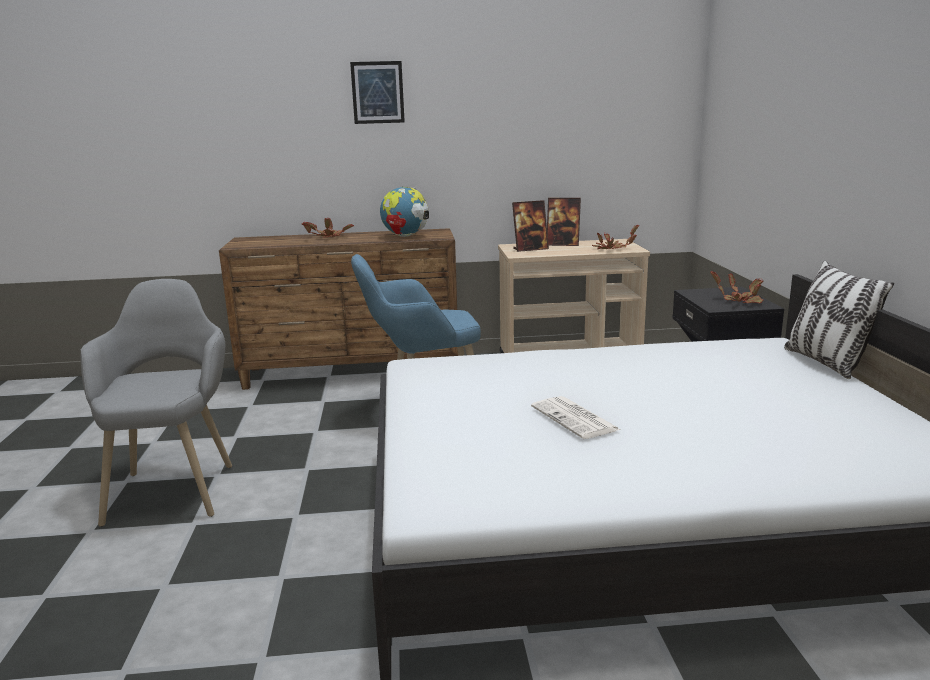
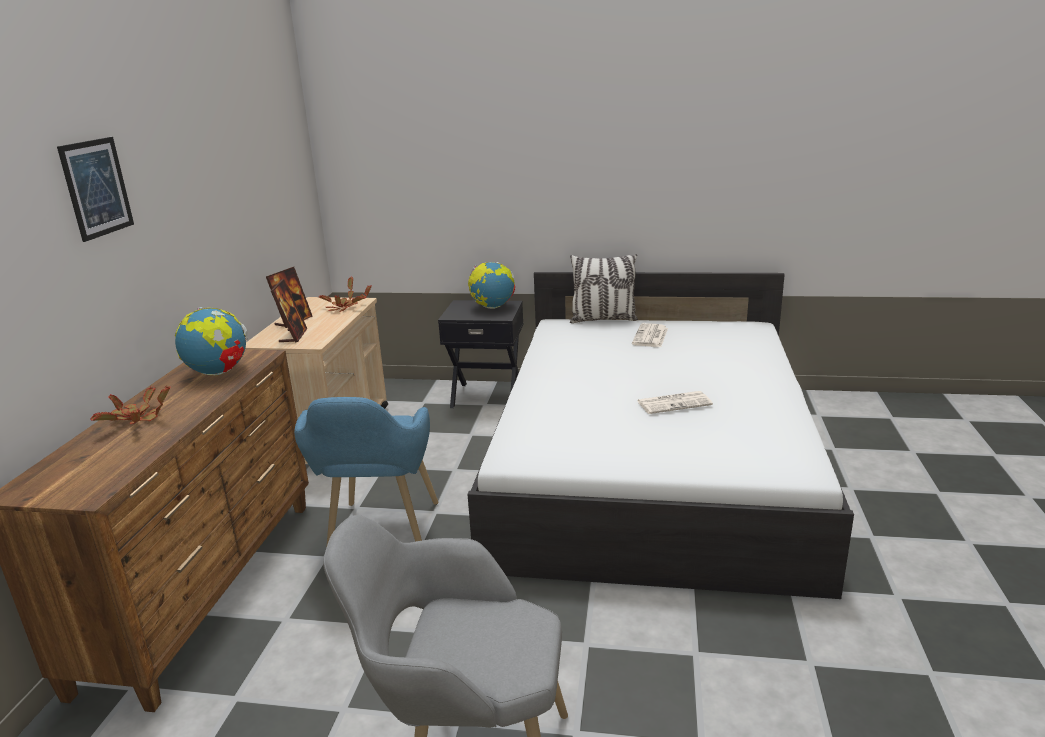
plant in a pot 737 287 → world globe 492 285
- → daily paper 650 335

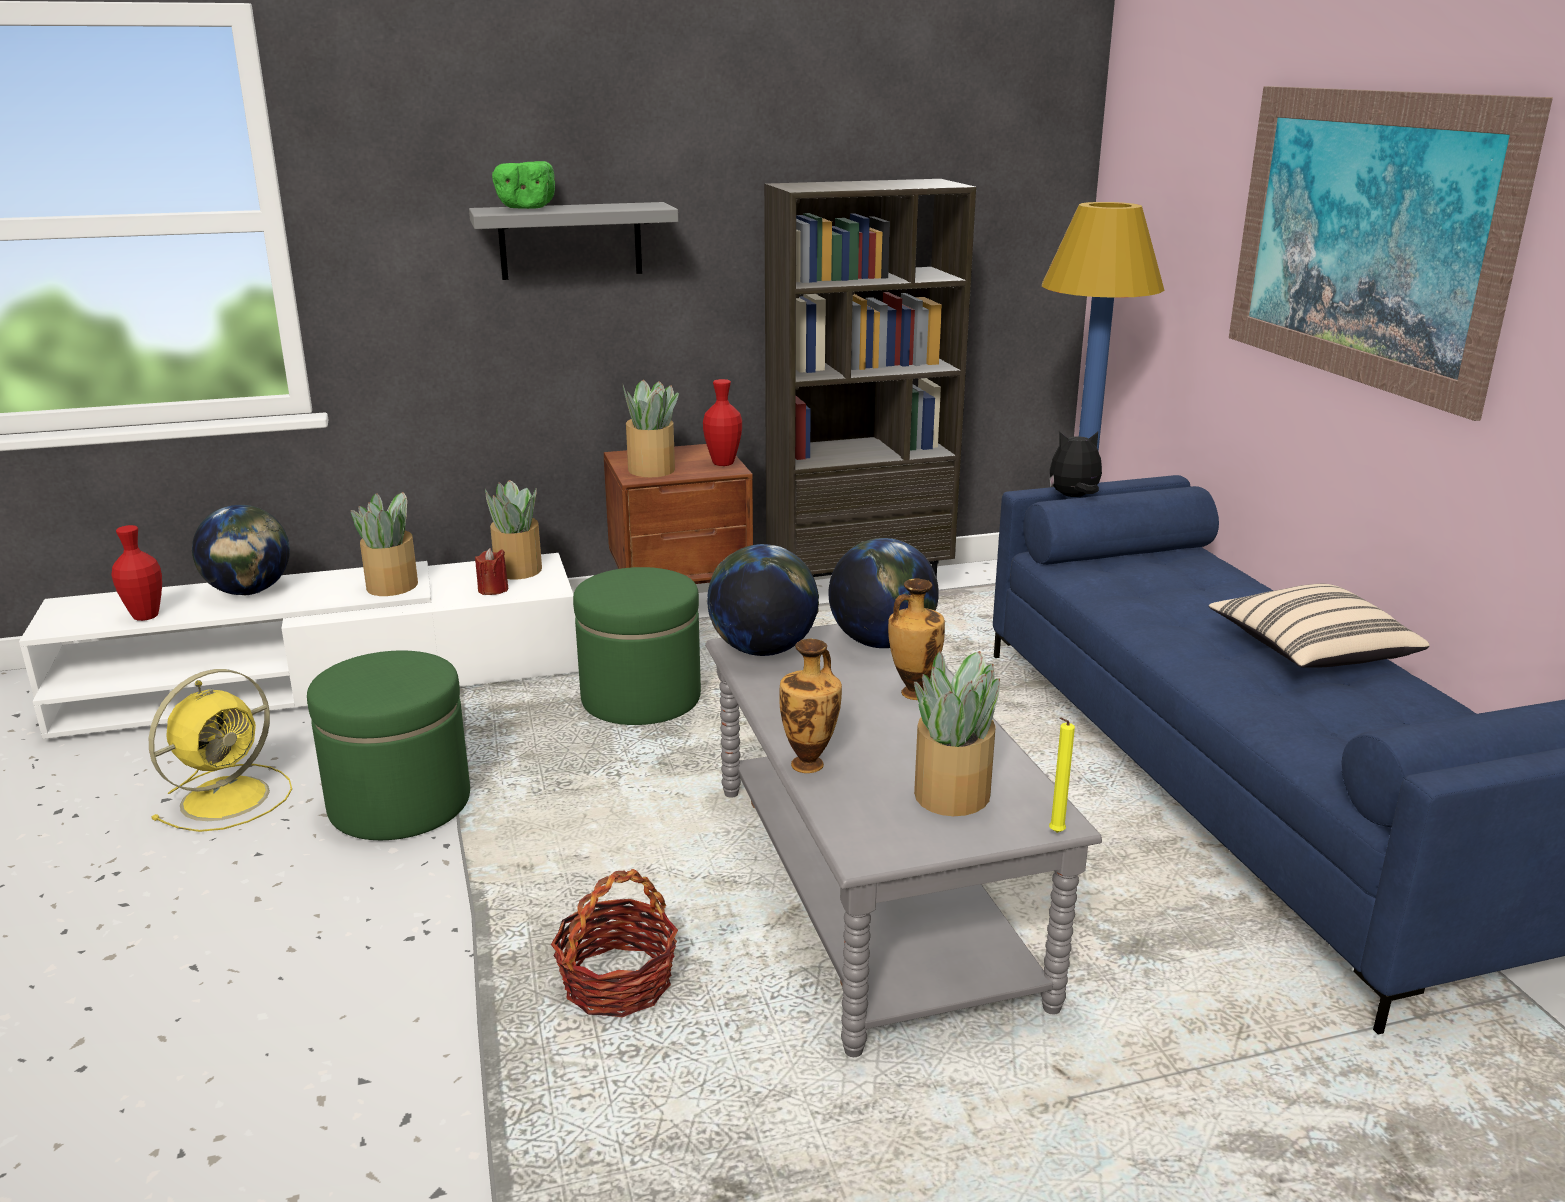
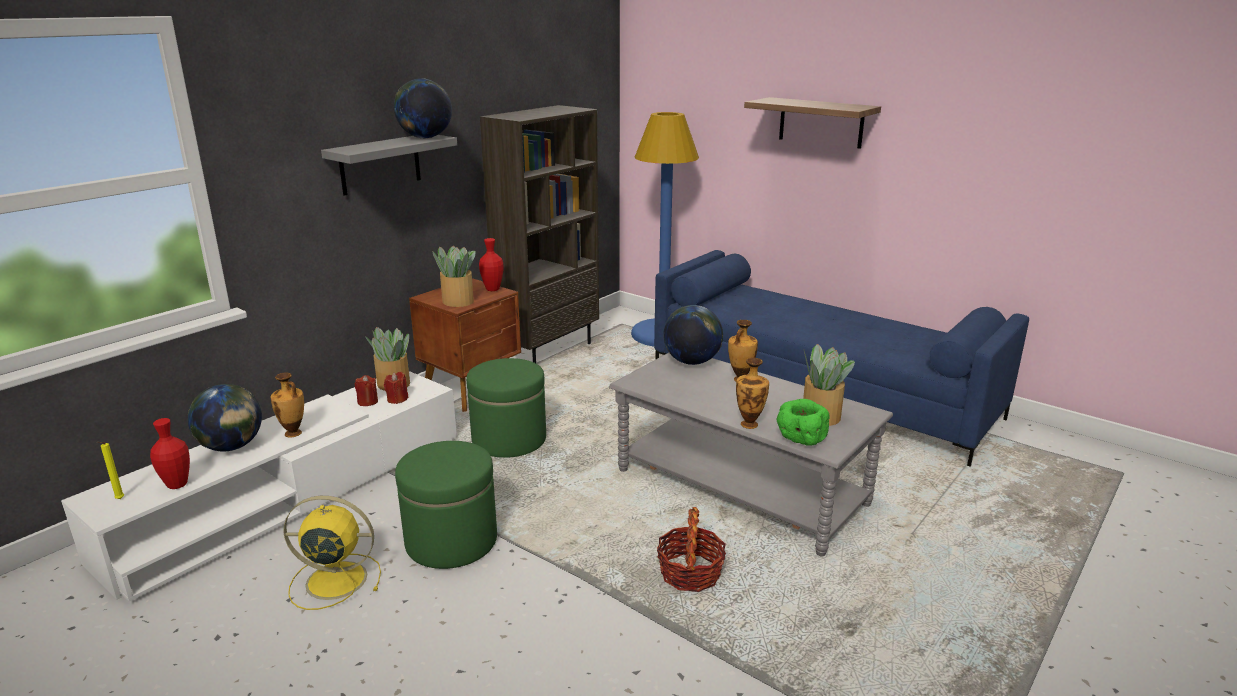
yellow-coloured cooling fan 220 750 → yellow-coloured cooling fan 332 553, 90 degrees counterclockwise
plant in a pot 384 544 → -
green serving bowl 523 185 → green serving bowl 803 422, shifted
world globe 763 600 → world globe 423 108, shifted
soft toy 1075 464 → -
yellow-coloured wax candle 1062 775 → yellow-coloured wax candle 111 470, shifted
beige throw pillow 1319 626 → -
wall picture 1391 253 → wall shelf 812 123
- → vase 287 405
- → red-coloured wax candle 366 390

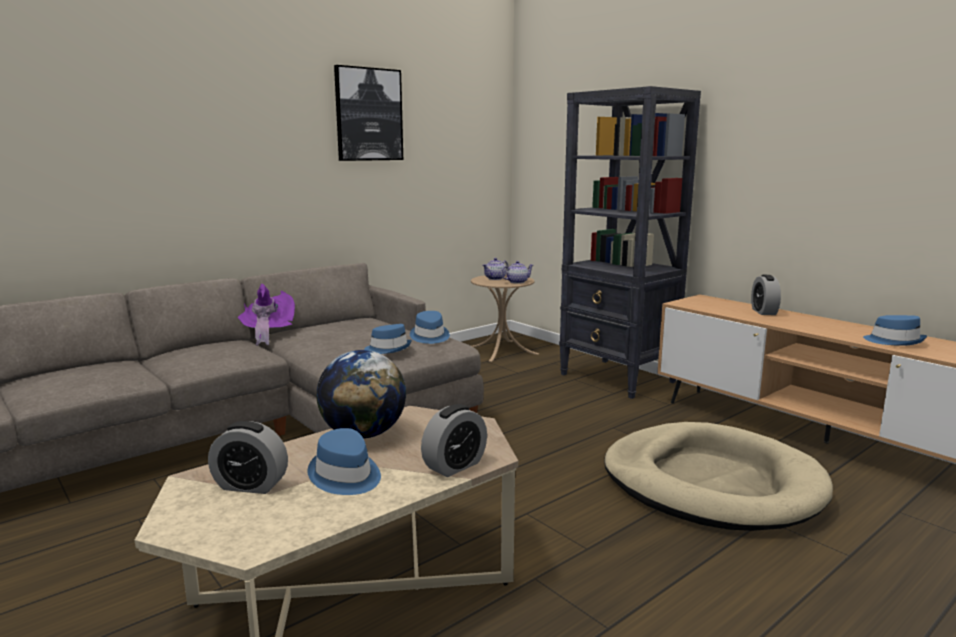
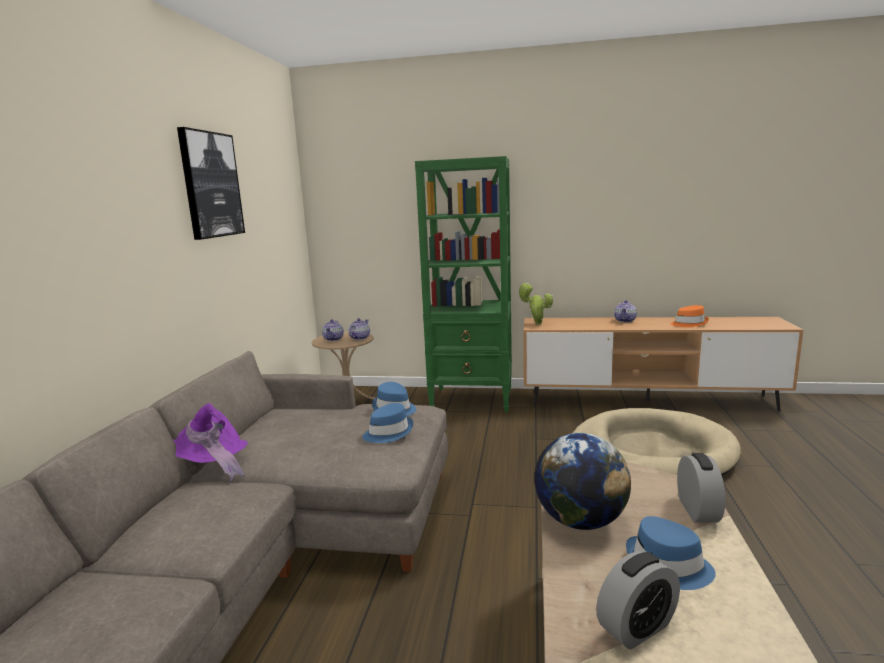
blackish bookcase 630 242 → green bookcase 463 284
alarm clock 766 295 → -
blue clothing hat 895 330 → orangey clothing hat 689 316
- → plant in a pot 535 304
- → pot for tea 625 311

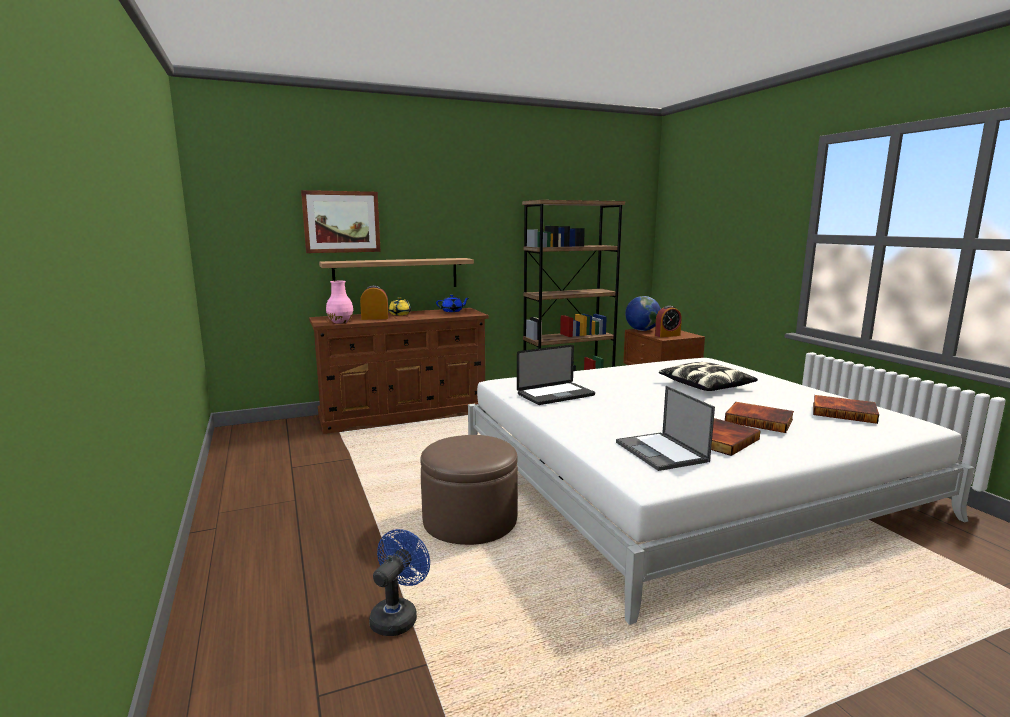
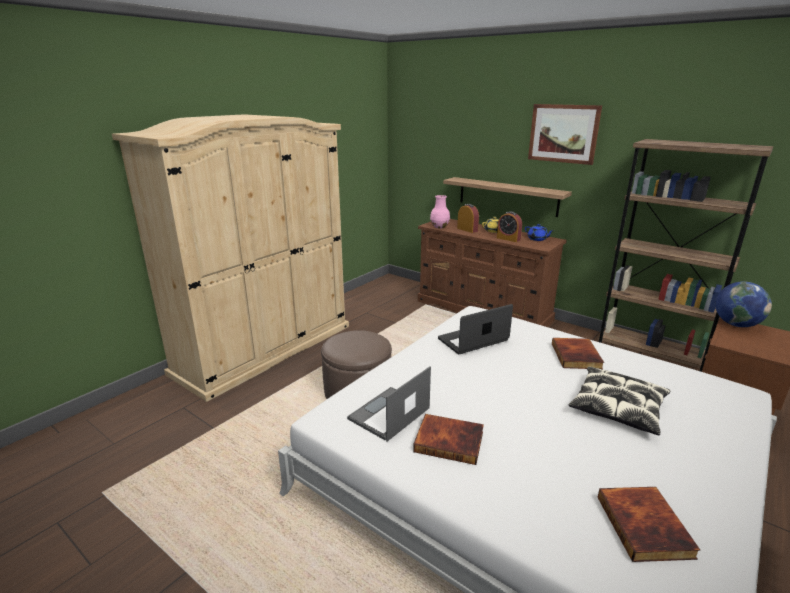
wall picture 341 221 → wall picture 565 134, shifted
blue cooling fan 399 582 → -
portable computer 556 375 → portable computer 475 329, 120 degrees clockwise
alarm clock 668 321 → alarm clock 509 226, shifted
volume 759 417 → volume 578 353, shifted
- → beige clothes cupboard 230 258

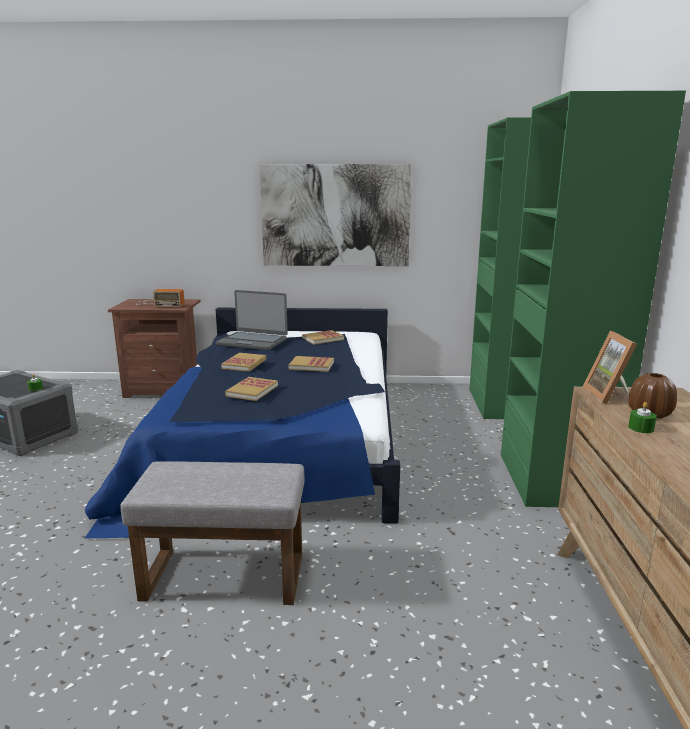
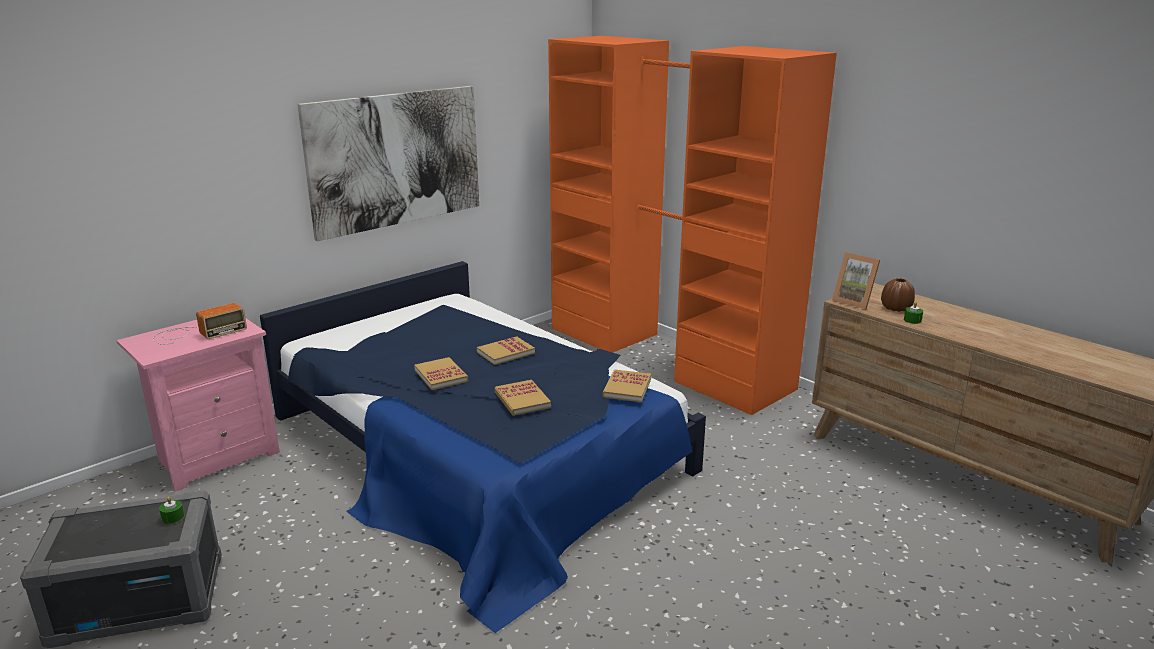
brown-coloured nightstand 154 348 → pink nightstand 198 405
grey ottoman 212 533 → -
portable computer 252 320 → -
volume 323 337 → volume 626 386, shifted
green clothes cupboard 577 299 → orangey clothes cupboard 692 225

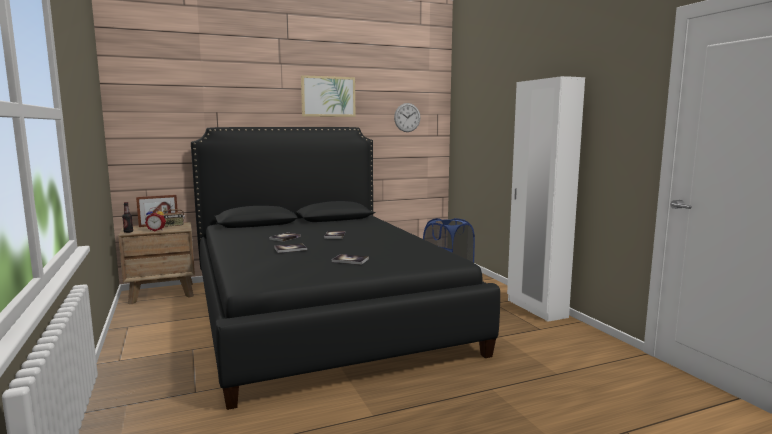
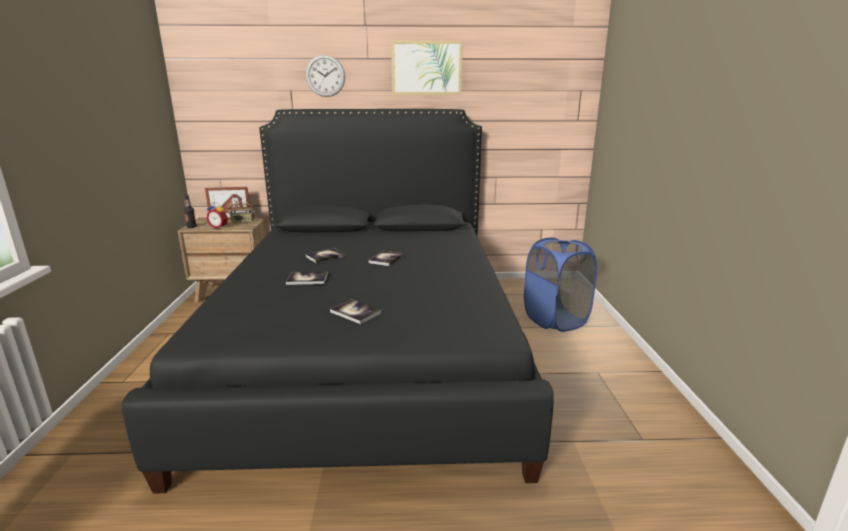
wall clock 407 117 → wall clock 325 76, shifted
white clothes cupboard 546 199 → -

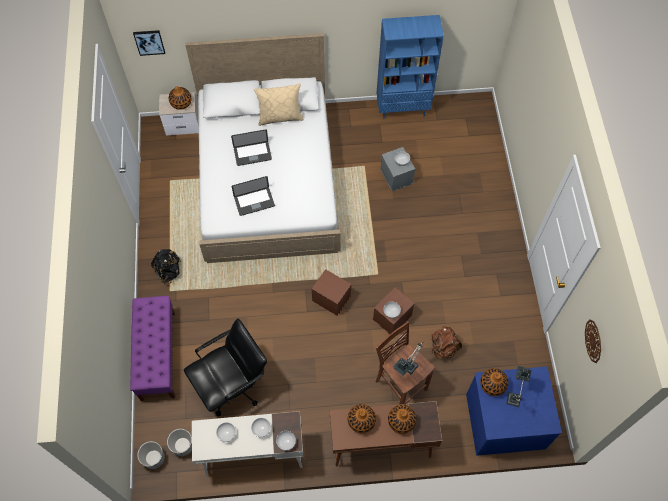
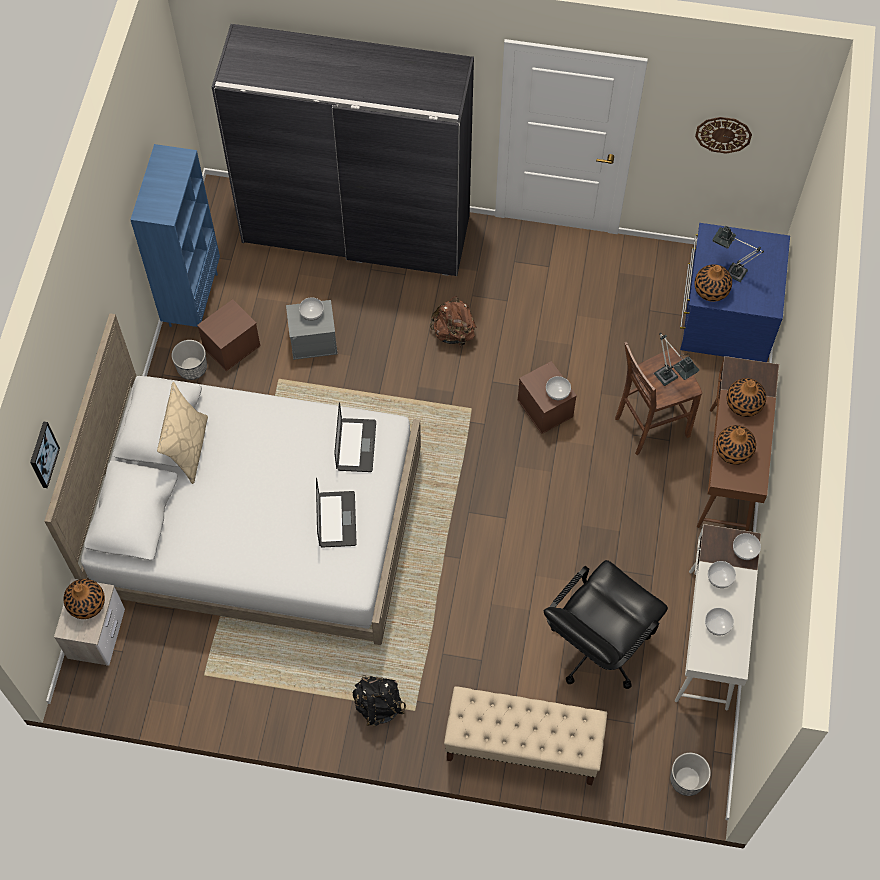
purple-coloured long seat 152 348 → beige long seat 525 735
wall picture 149 43 → wall picture 45 454, shifted
plant pot 179 443 → plant pot 189 360, shifted
blackish computer chair 225 367 → blackish computer chair 606 624, 120 degrees counterclockwise
portable computer 251 147 → portable computer 355 437, shifted
brown-coloured storage box 332 292 → brown-coloured storage box 229 335, shifted
brown-coloured knapsack 447 342 → brown-coloured knapsack 453 321, shifted
- → grey clothes cupboard 343 150

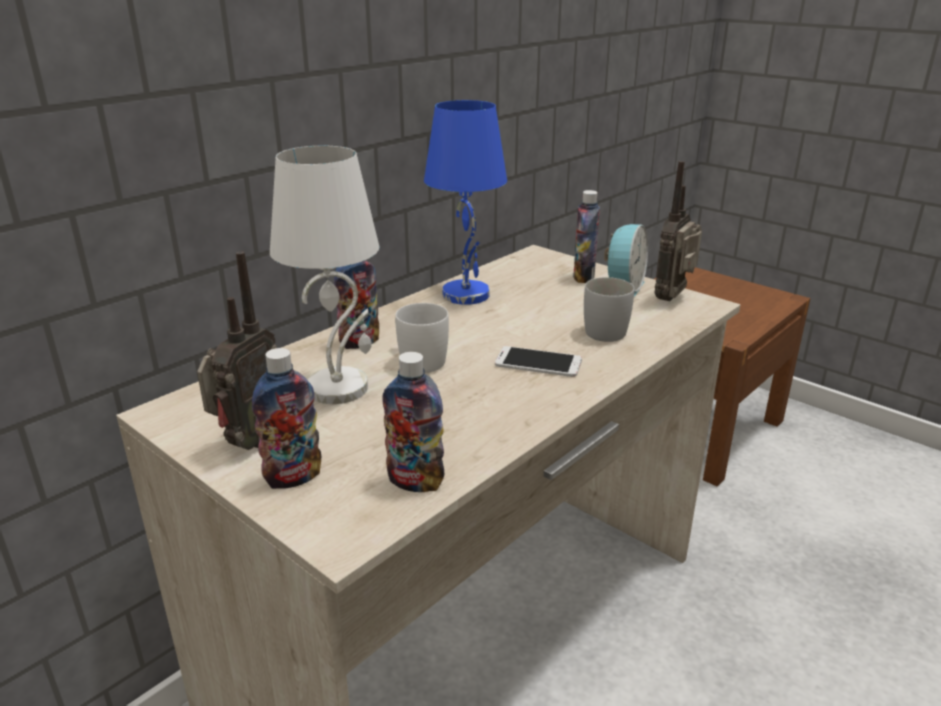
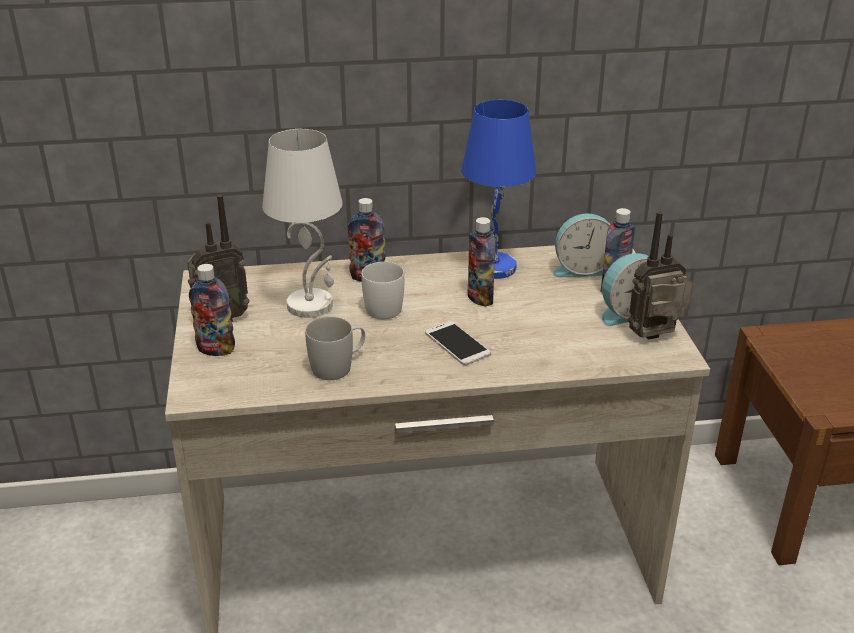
bottle 413 422 → bottle 482 262, shifted
white mug 609 309 → white mug 335 348, shifted
- → alarm clock 581 245

